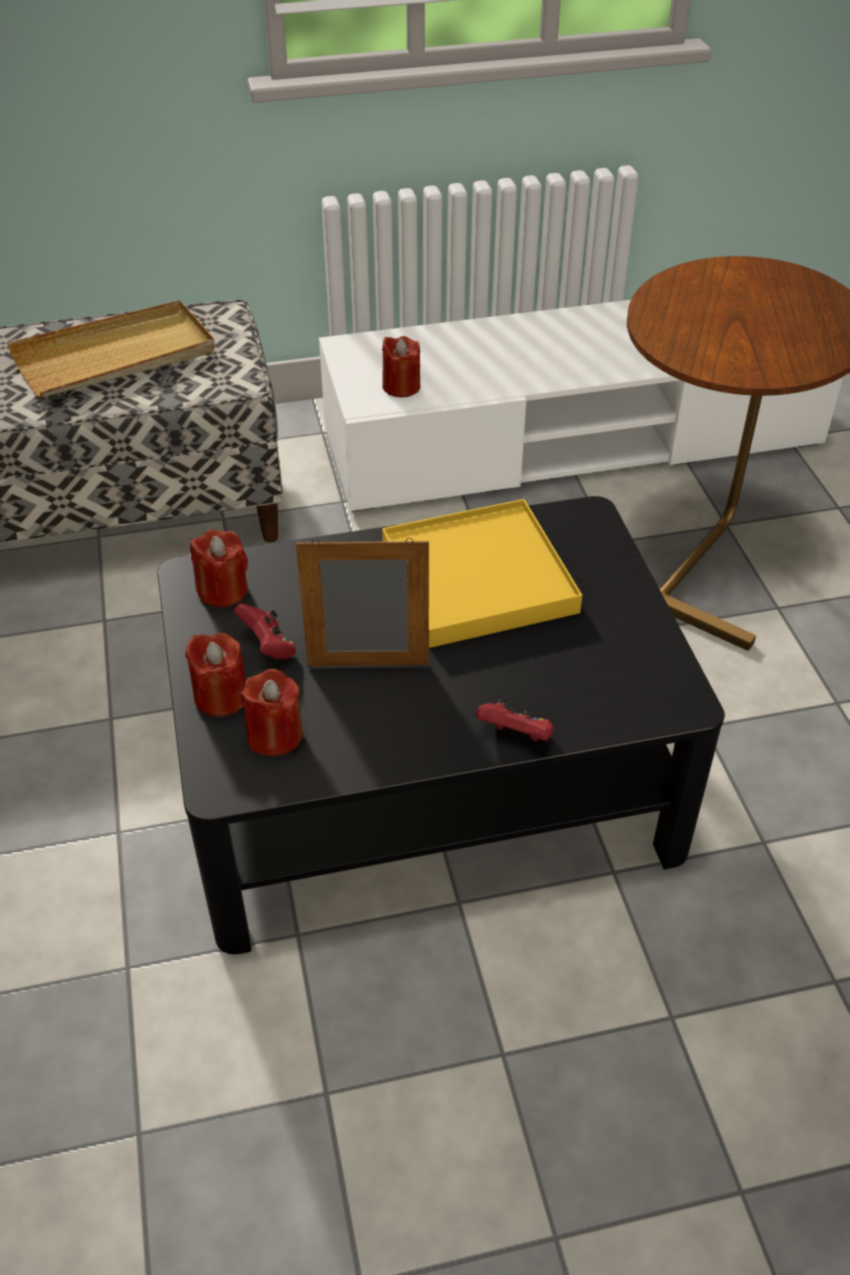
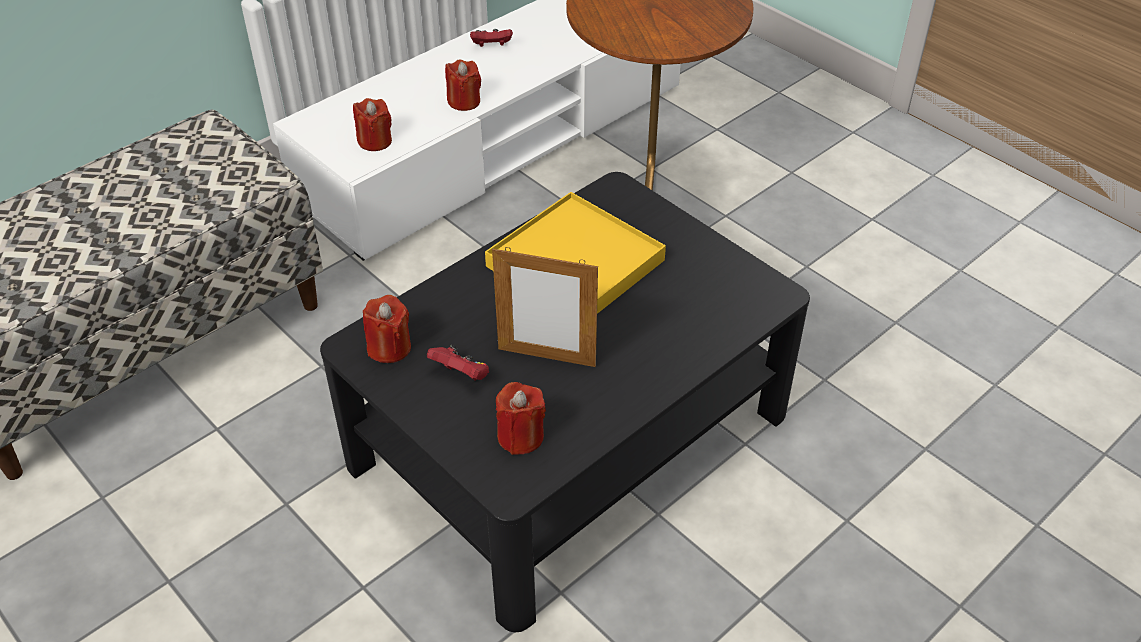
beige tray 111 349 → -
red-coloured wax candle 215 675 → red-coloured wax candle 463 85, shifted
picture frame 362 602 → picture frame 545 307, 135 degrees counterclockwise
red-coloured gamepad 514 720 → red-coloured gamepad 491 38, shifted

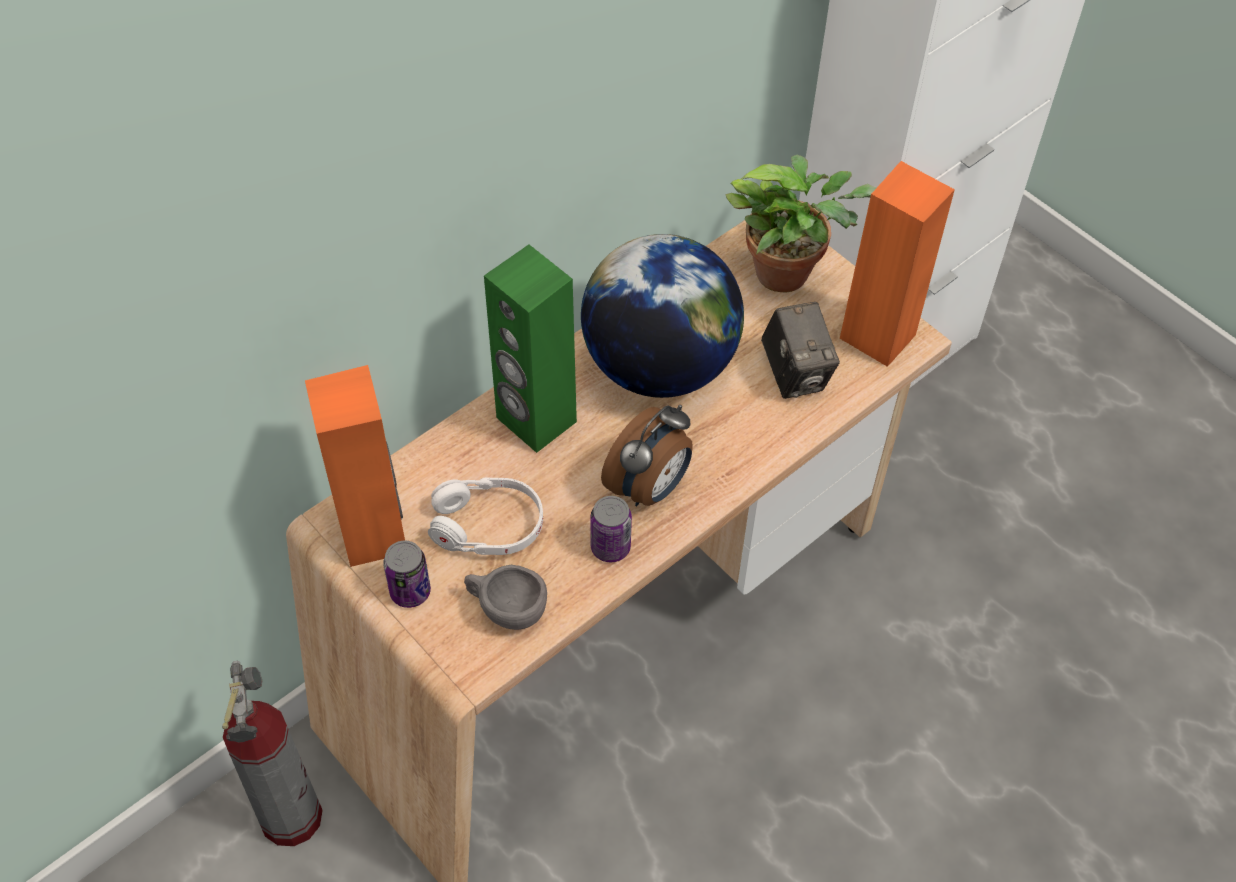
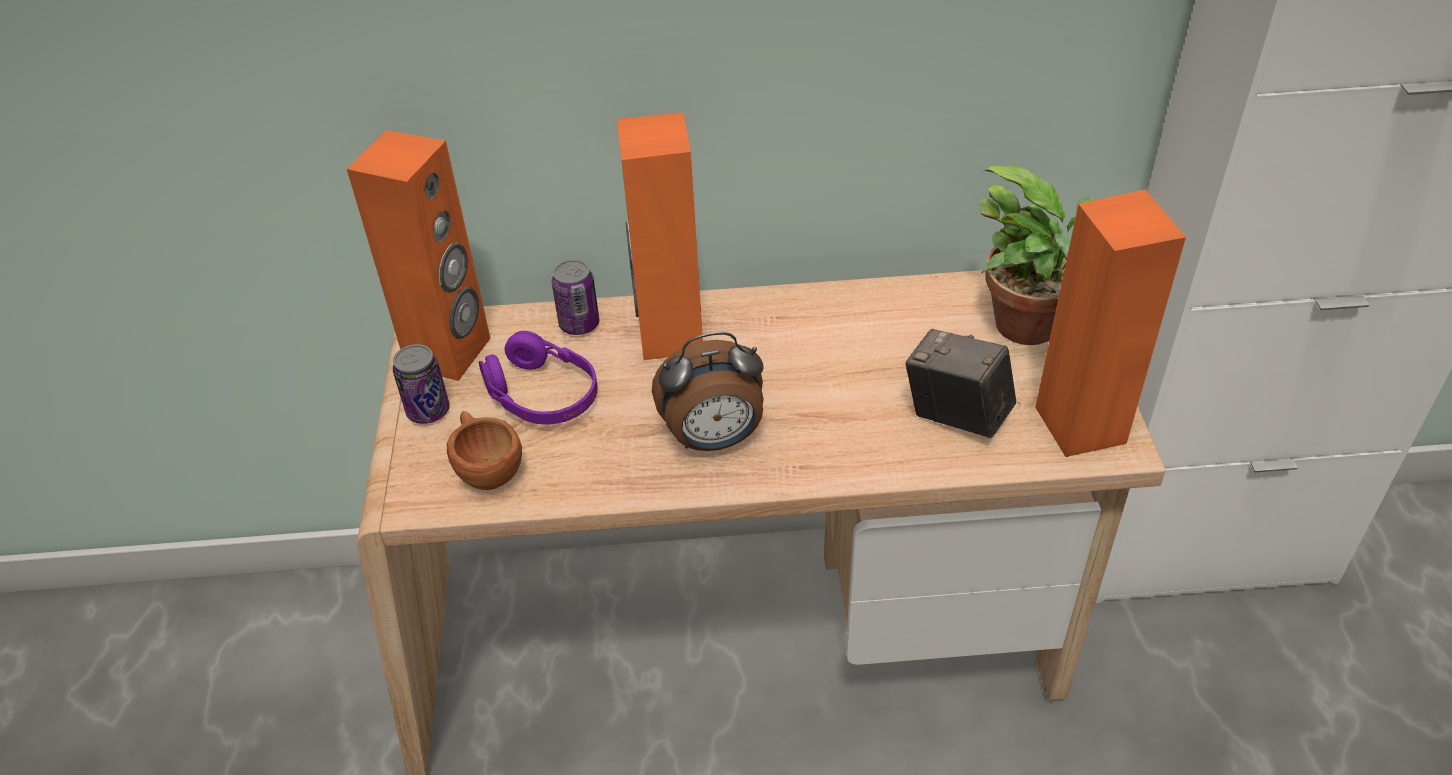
extinguisher 272 753 → -
white headphones 485 516 → purple-coloured headphones 538 377
grey drinking cup 505 597 → brown-coloured drinking cup 484 450
green audio speaker 530 349 → orangey audio speaker 660 236
world globe 662 316 → -
sealed can 611 529 → sealed can 575 297, shifted
still camera 800 350 → still camera 960 383, 105 degrees clockwise

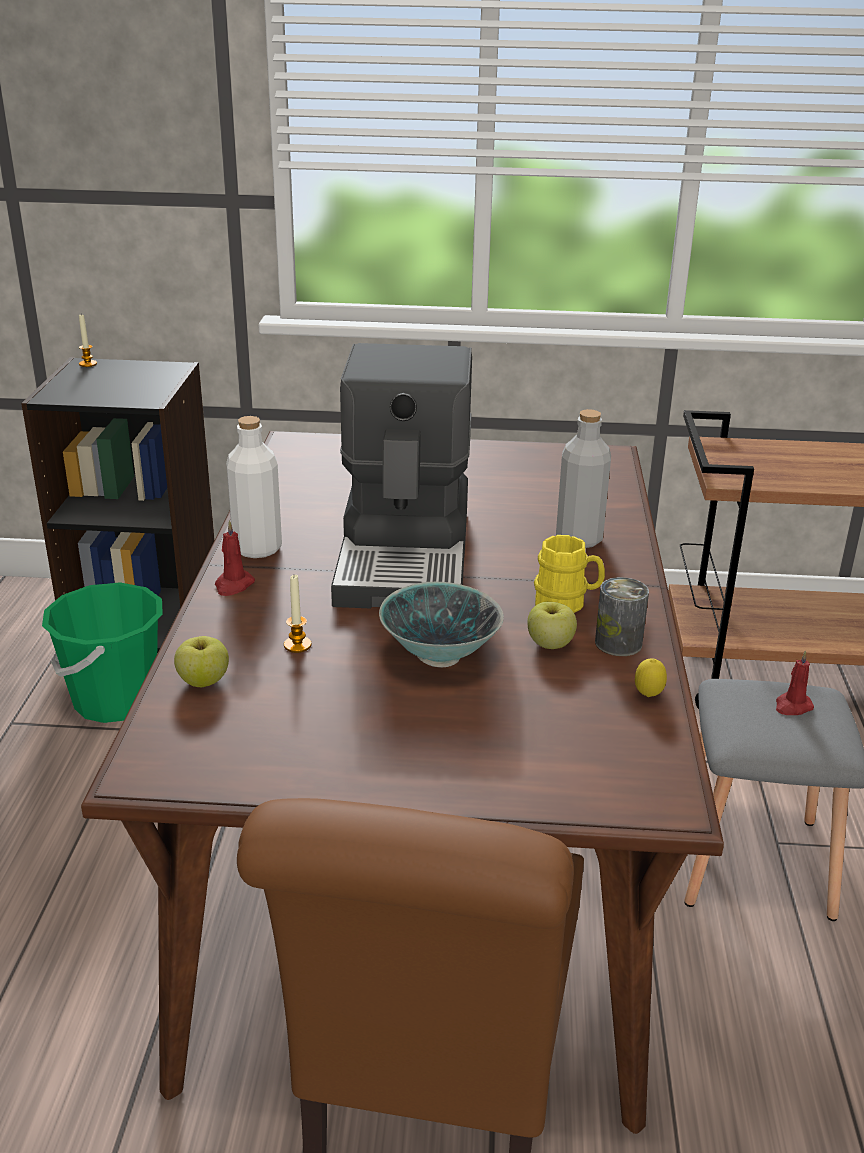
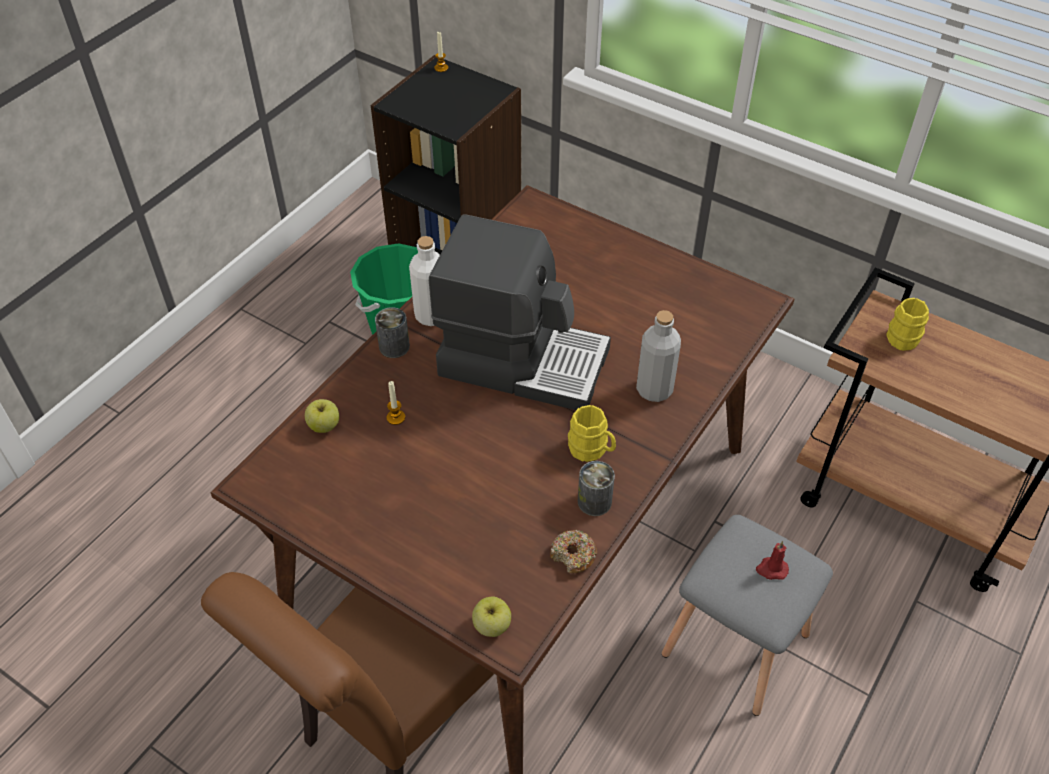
red-coloured wax candle 235 558 → sealed can 392 332
coffee maker 401 476 → coffee maker 520 312, 105 degrees counterclockwise
serving bowl 441 625 → -
apple fruit 552 625 → apple fruit 491 616, shifted
whole lemon 651 677 → donut 573 551
- → yellow-coloured mug 908 324

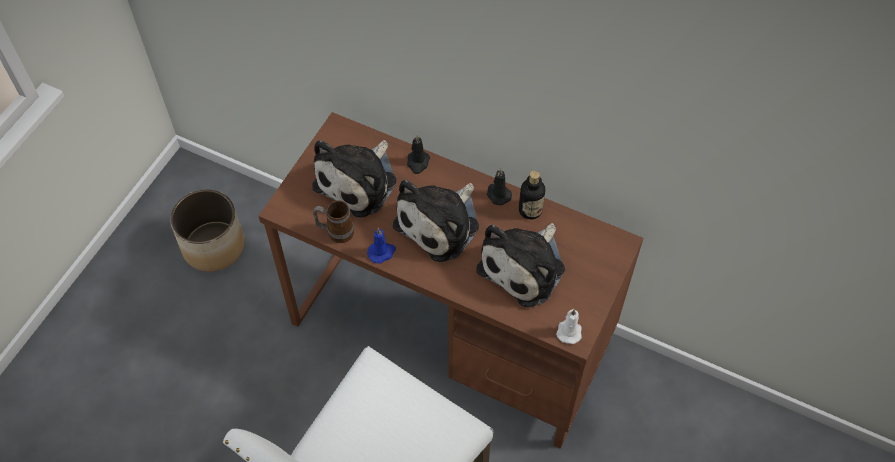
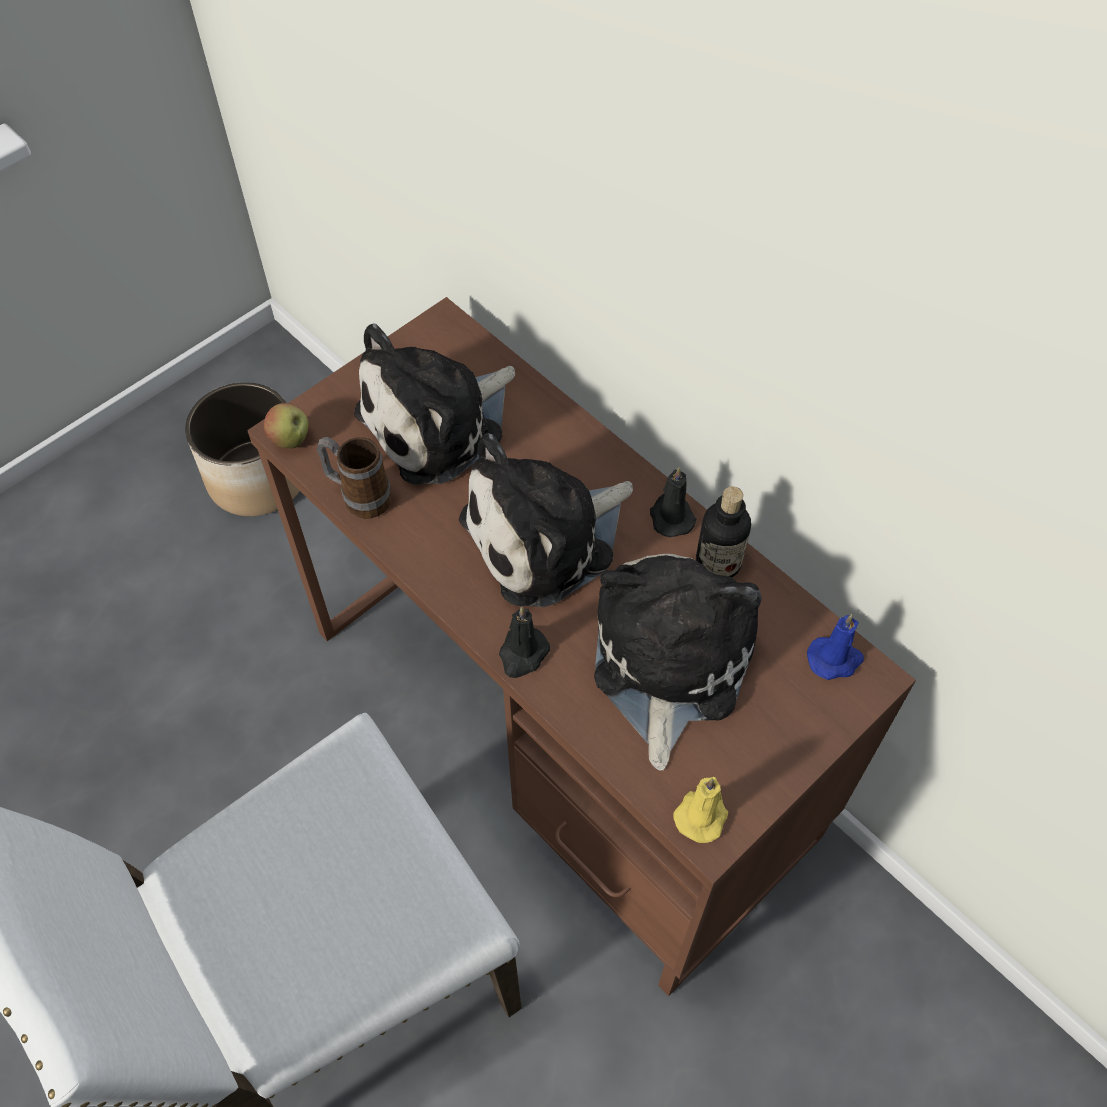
blue wax candle 381 246 → blue wax candle 835 647, shifted
blackish wax candle 418 154 → blackish wax candle 524 642, shifted
soft toy 520 265 → soft toy 678 662, 135 degrees clockwise
white wax candle 569 326 → yellow-coloured wax candle 700 810
- → apple fruit 286 426

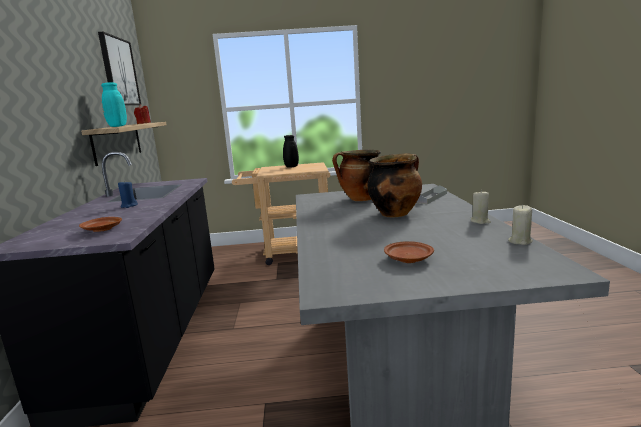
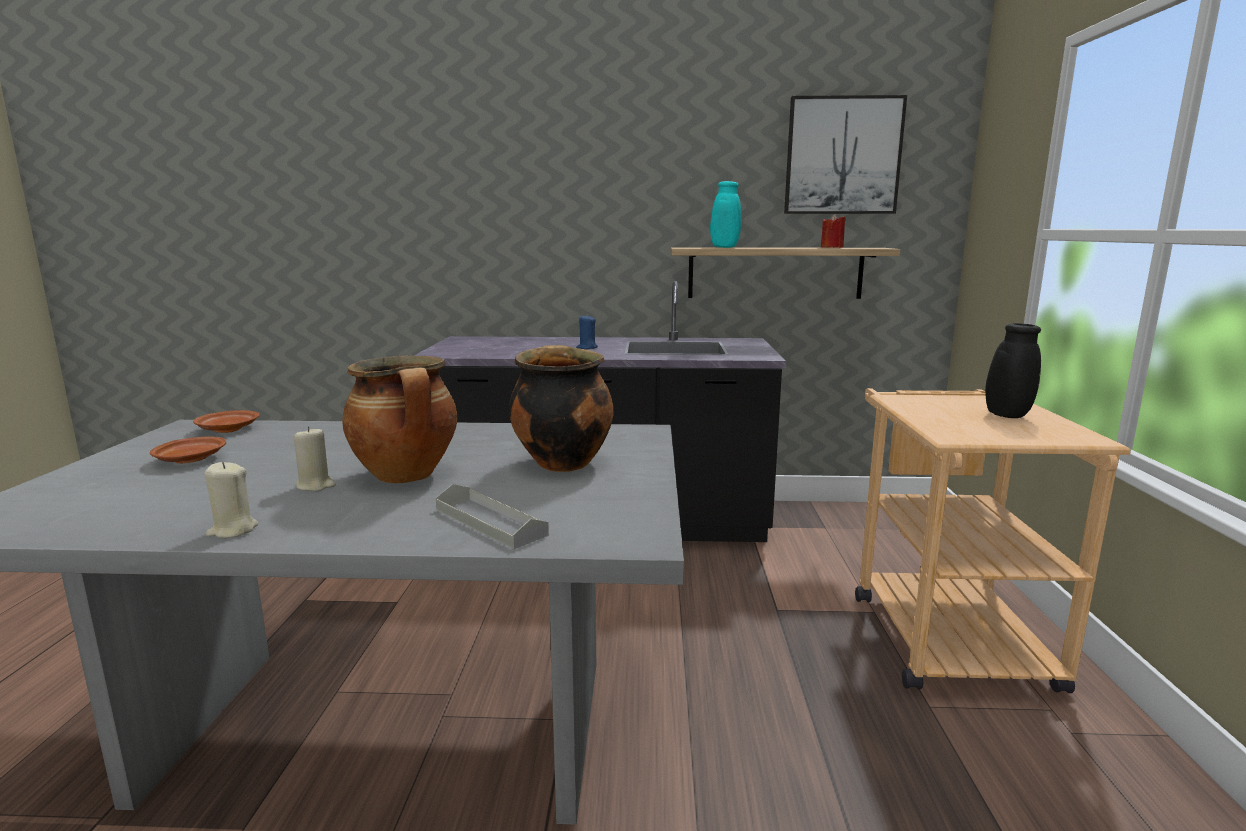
brown-coloured dinner plate 100 224 → brown-coloured dinner plate 226 421, shifted
beige wax candle 520 225 → beige wax candle 315 458, shifted

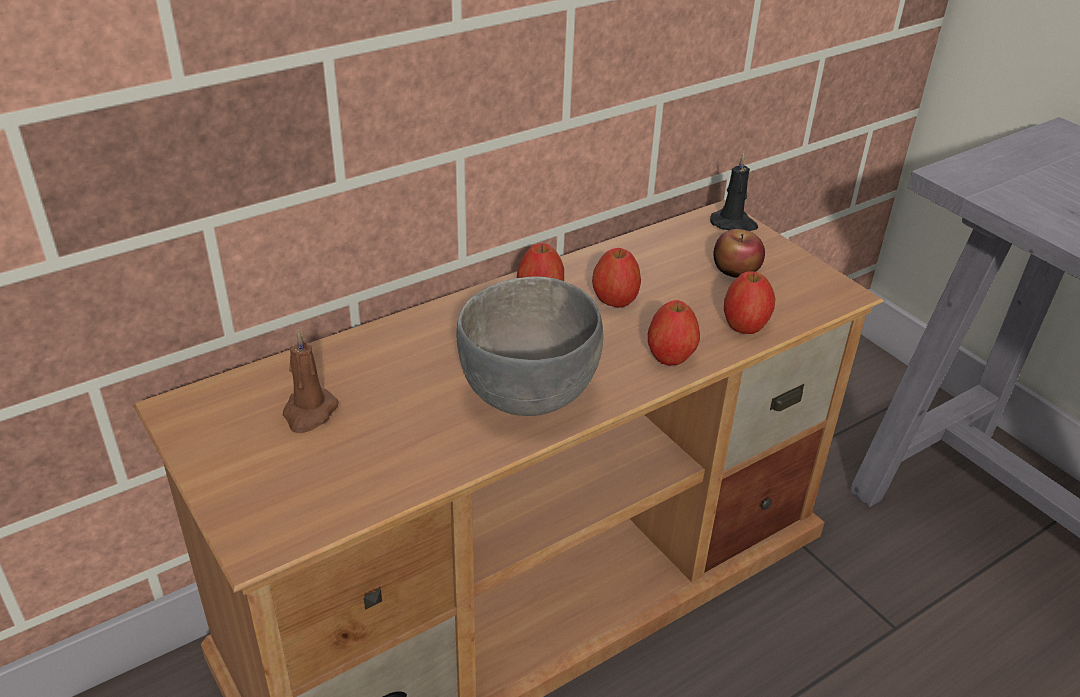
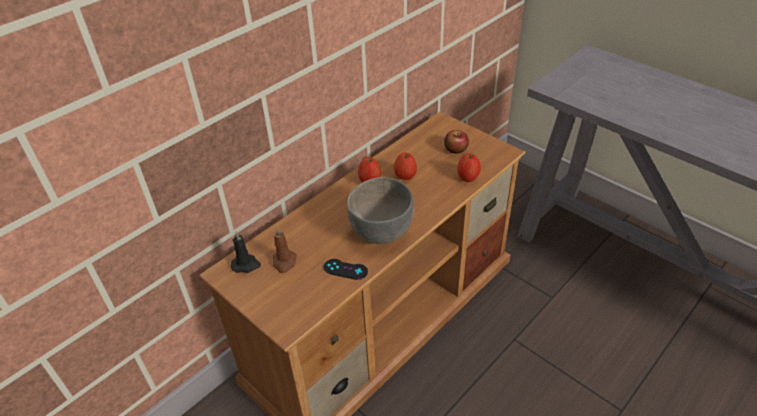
apple fruit 674 333 → -
blackish wax candle 734 192 → blackish wax candle 246 252, shifted
- → blackish gamepad 346 269

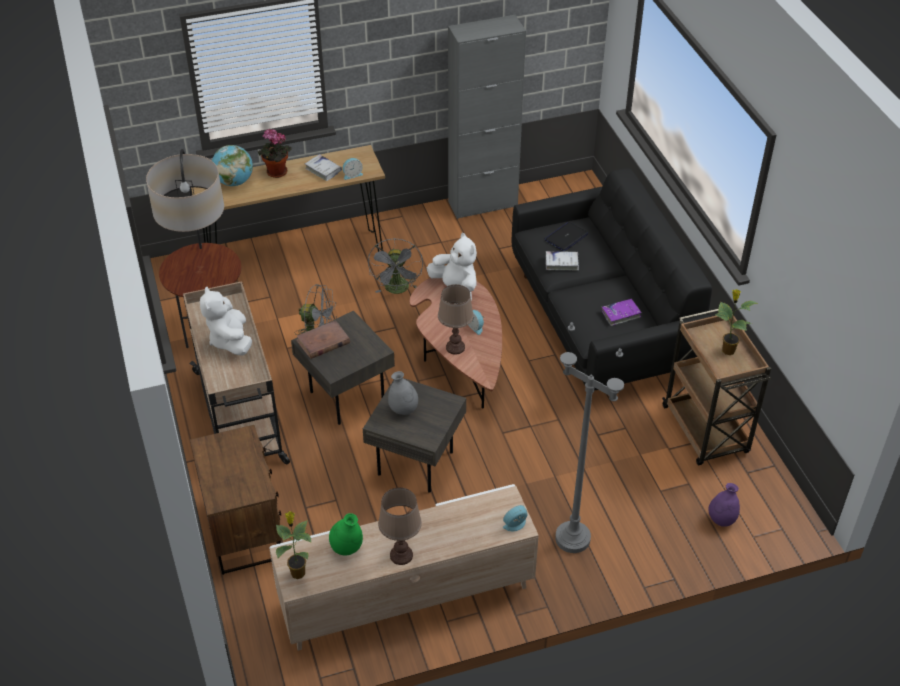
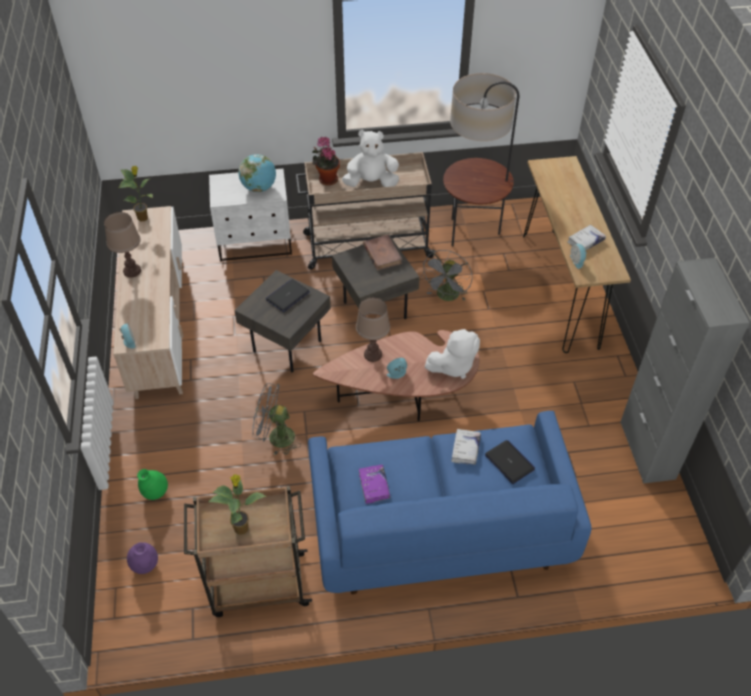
brown-coloured nightstand 236 500 → white nightstand 250 215
world globe 232 165 → world globe 257 173, shifted
plant in a pot 275 153 → plant in a pot 326 161, shifted
green vase 346 534 → green vase 152 484, shifted
grey cooling fan 395 266 → grey cooling fan 276 419, shifted
grey vase 403 393 → portable computer 288 295
blackish sofa 612 279 → blue sofa 450 503
grey standing lamp 589 437 → -

